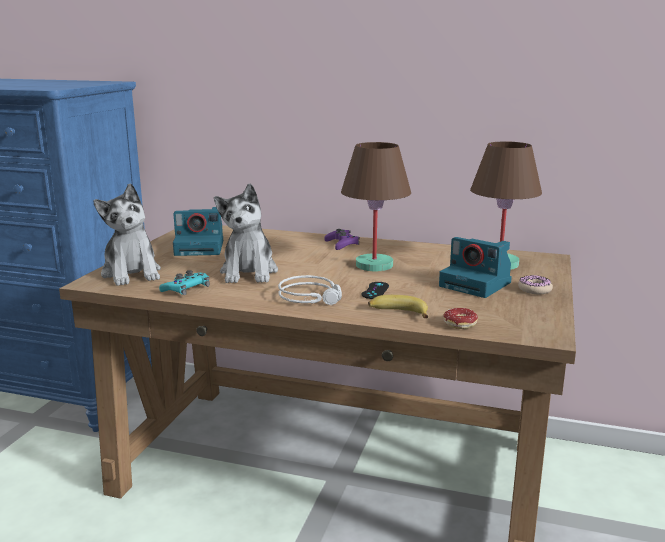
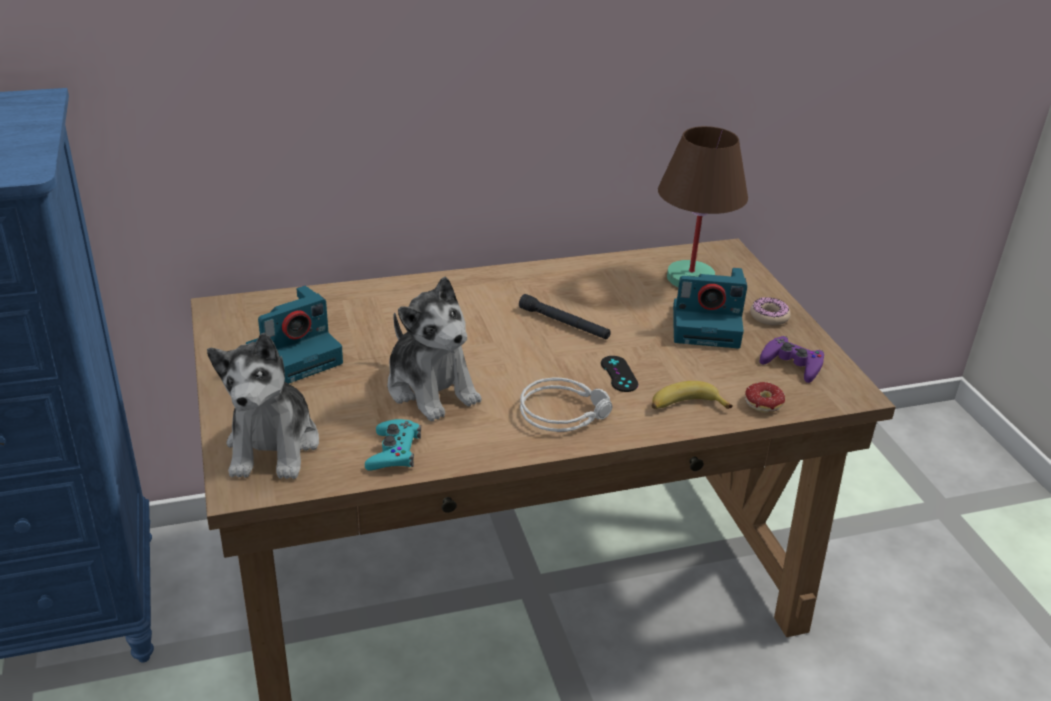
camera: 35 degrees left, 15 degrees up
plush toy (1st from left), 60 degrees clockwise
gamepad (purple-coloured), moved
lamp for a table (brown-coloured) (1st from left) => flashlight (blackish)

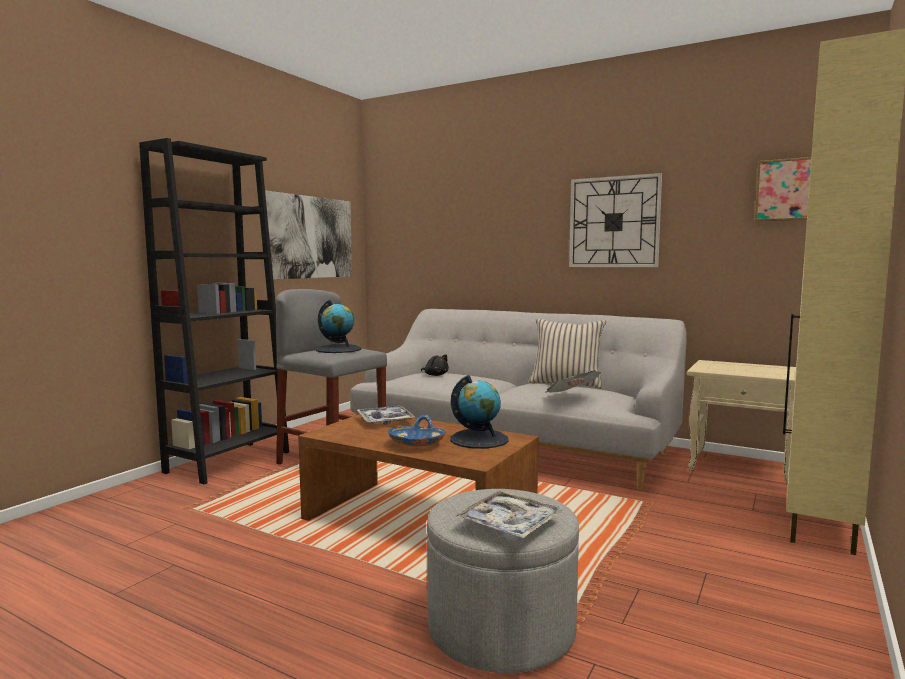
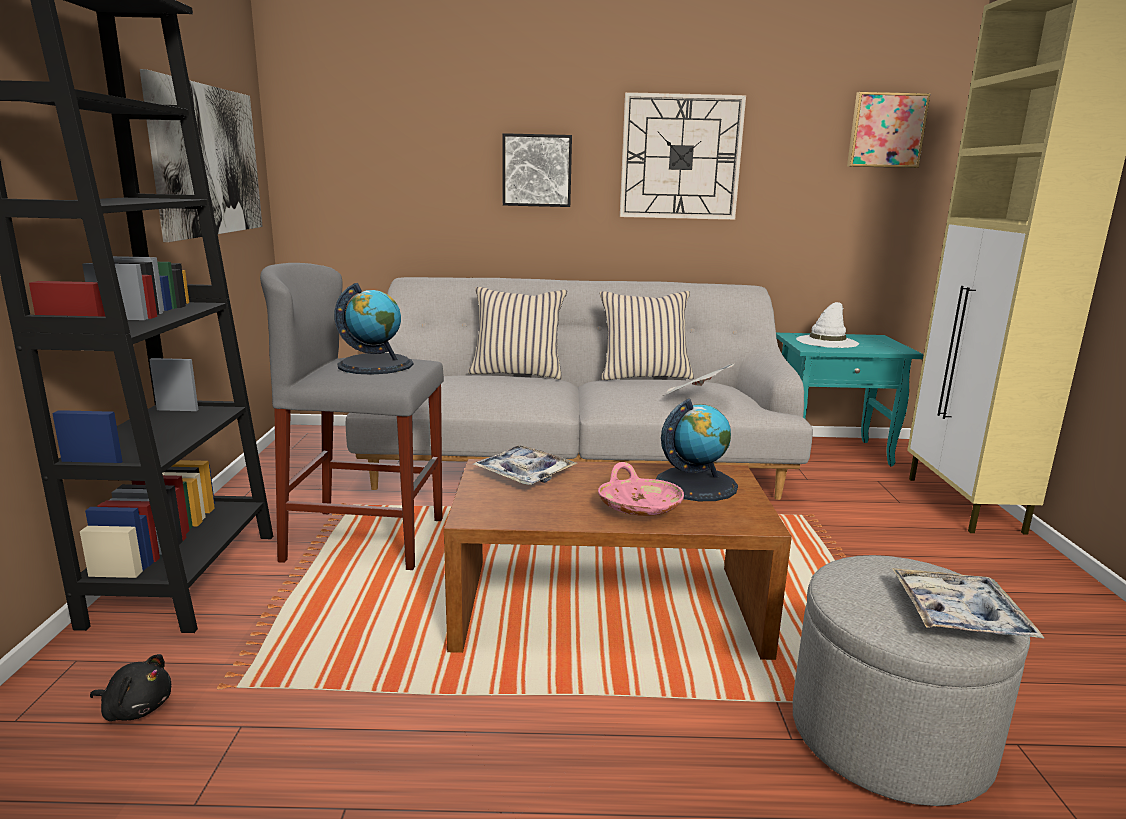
camera: 30 degrees left, 10 degrees up
deep dish (bluish) => deep dish (pink-coloured)
plush toy (blackish), moved
end table (sand-coloured) => end table (turquoise-coloured)
nothing => cushion (sand-coloured) (1st from left)
nothing => wall picture (2nd from left)
nothing => clothing hat (whitish)

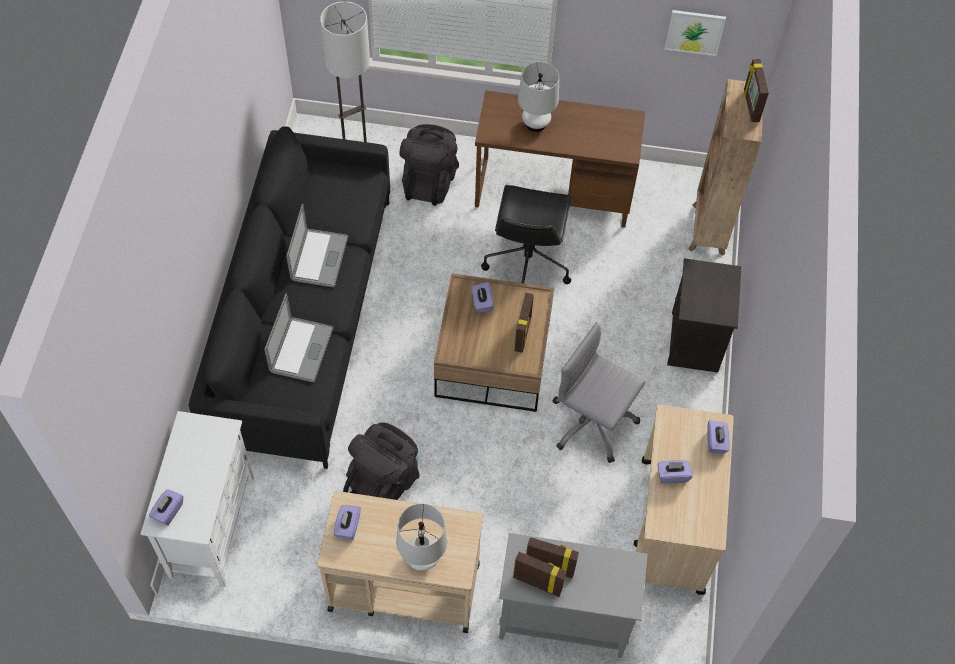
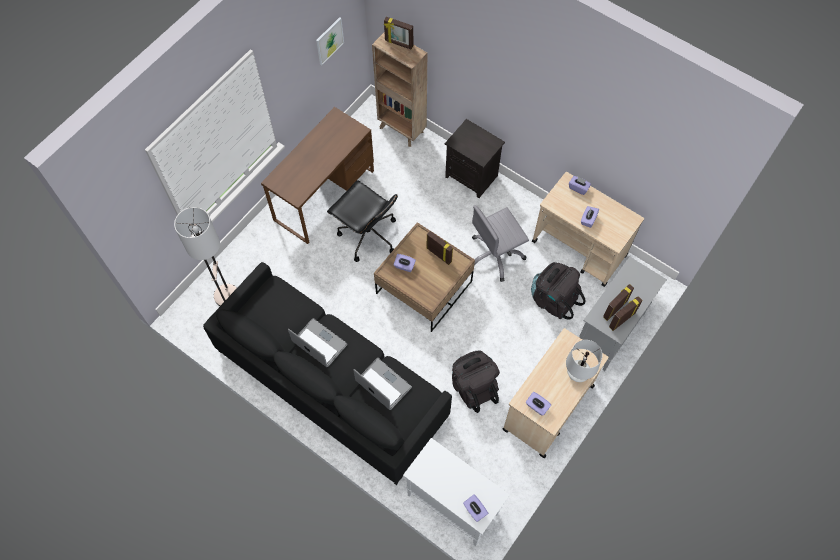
camera: 60 degrees left, 5 degrees up
knapsack (blackish) (2nd from left), moved
lamp for a table (whitish) (2nd from left) => nothing

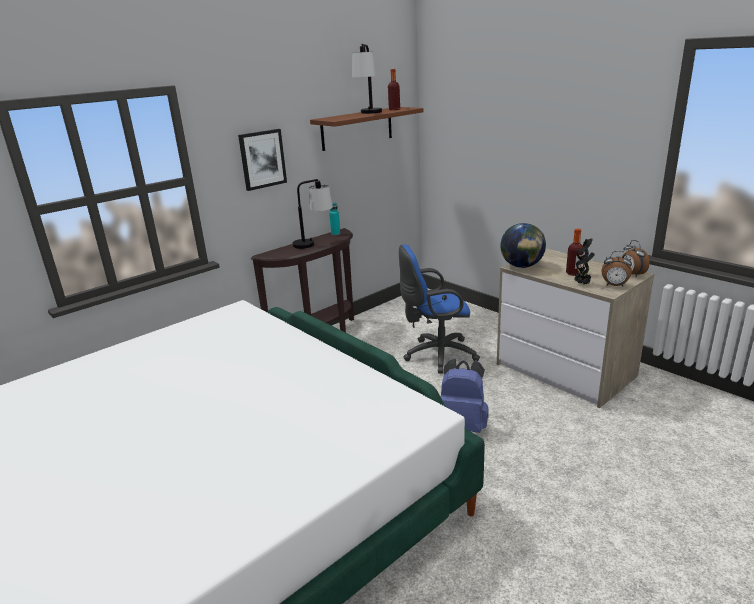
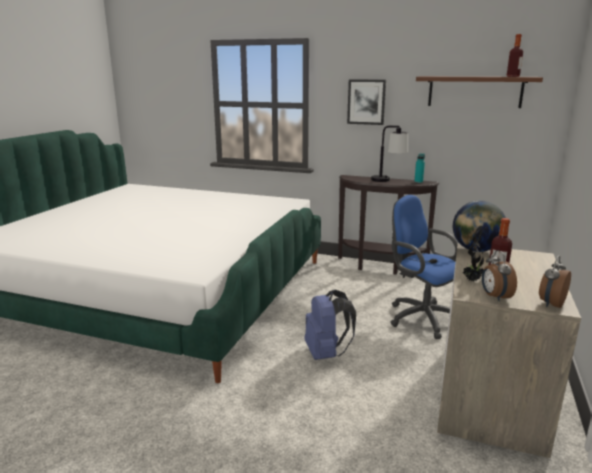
camera: 60 degrees right, 5 degrees down
lamp for a table (2nd from left) => nothing

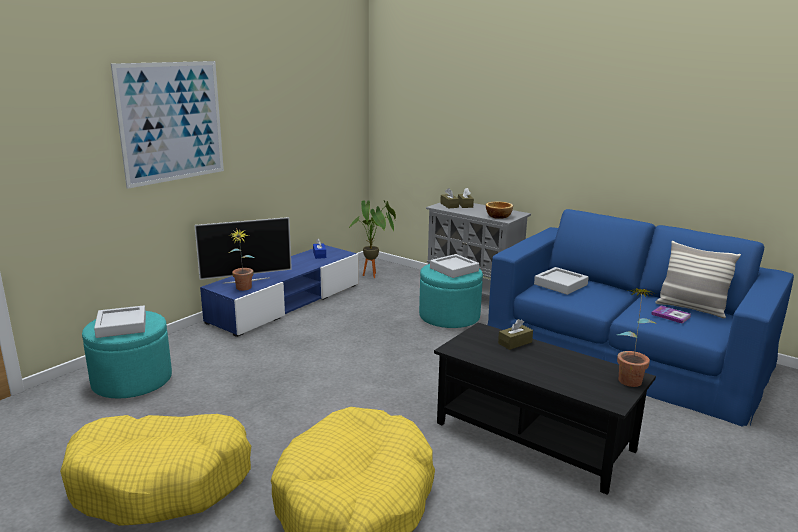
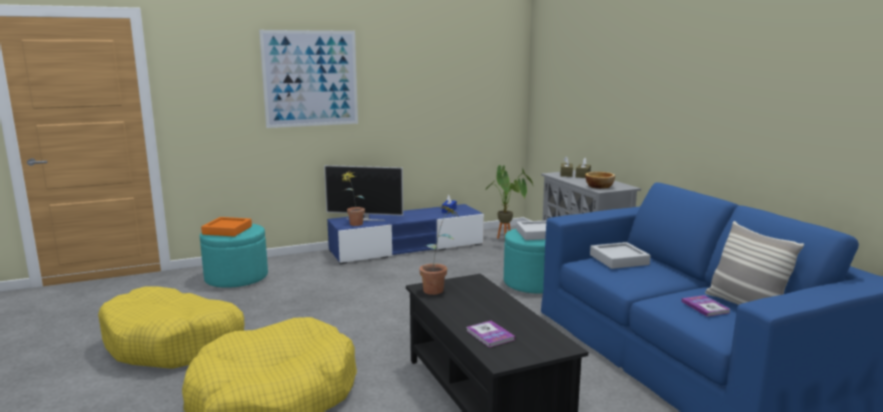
camera: 30 degrees right, 5 degrees down
serving tray (grey) (1st from left) => serving tray (orange-coloured)
tissue holder (brown-coloured) (3rd from left) => nothing
plant in a pot (3rd from left in the first image) => plant in a pot (2nd from left), moved
nothing => book (1st from left)

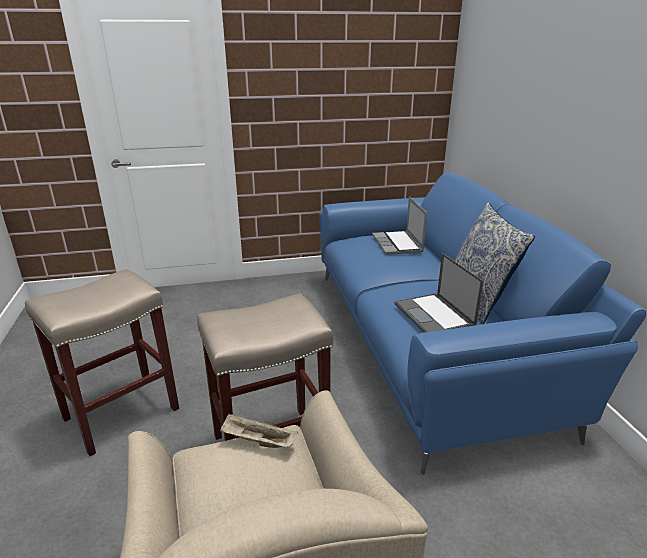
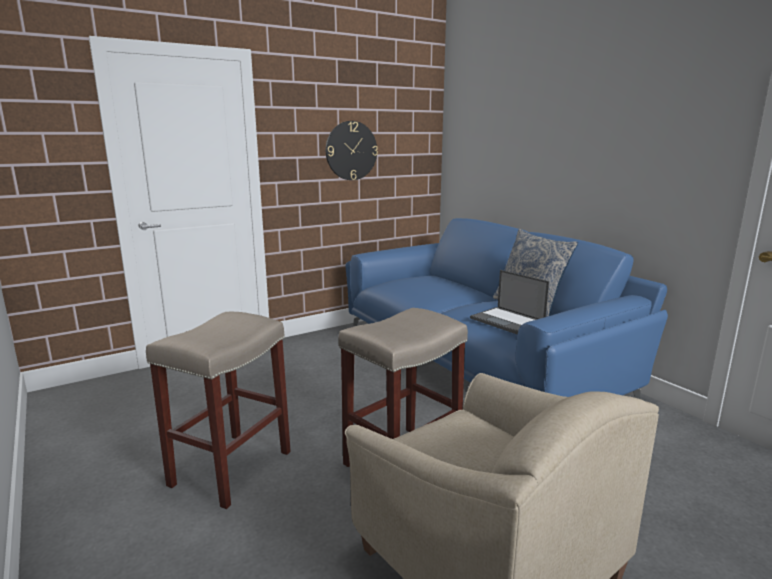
camera: 20 degrees left, 10 degrees down
serving tray (sand-coloured) => nothing
portable computer (1st from left) => nothing
nothing => wall clock

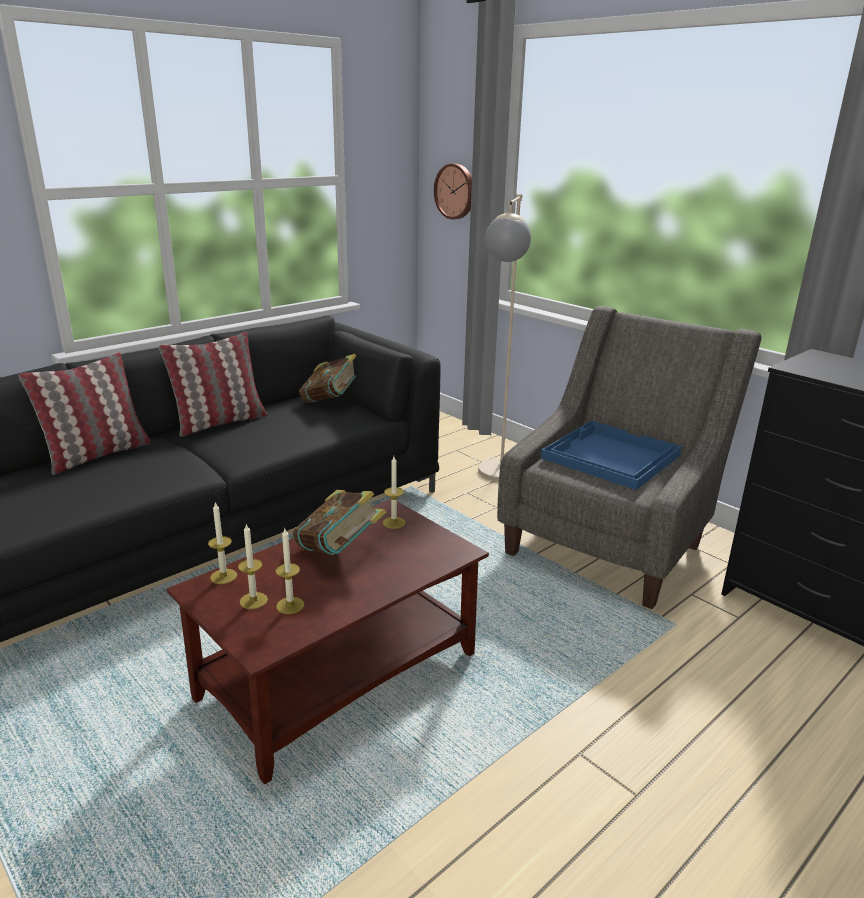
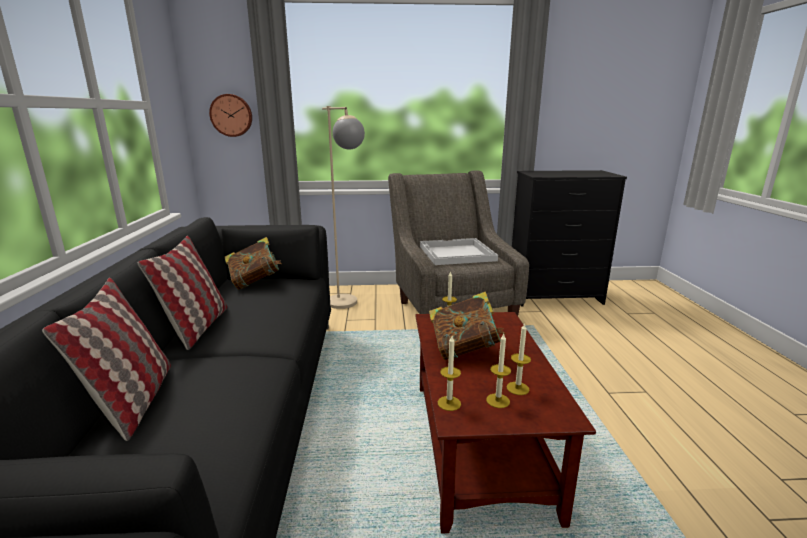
camera: 50 degrees left, 5 degrees down
serving tray (bluish) => serving tray (whitish)

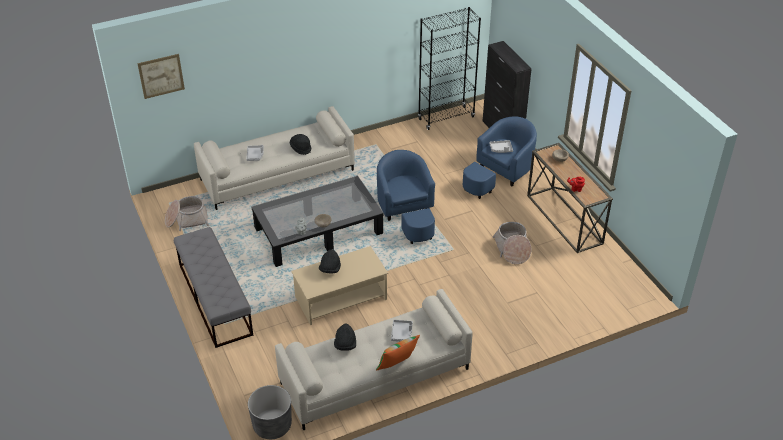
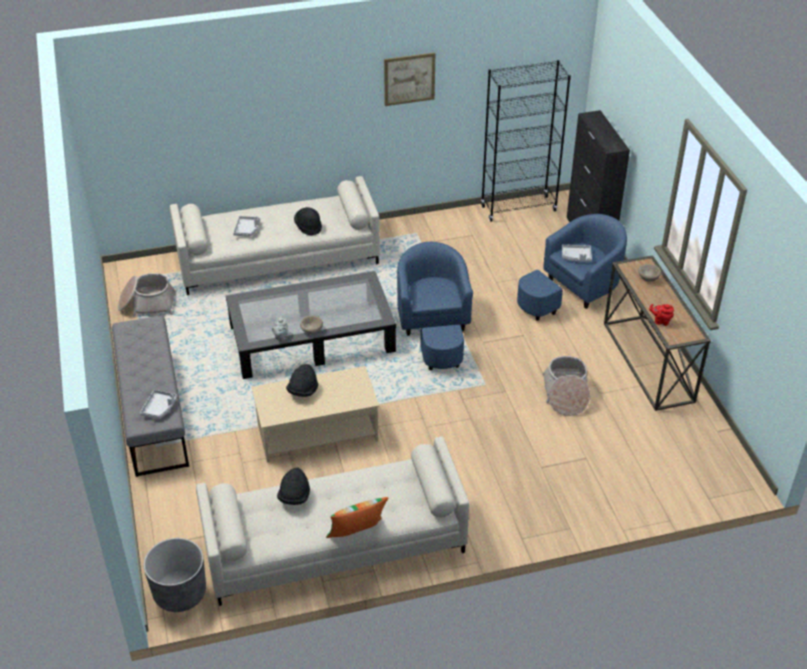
camera: 10 degrees right, 0 degrees up
wall picture, moved
serving tray (grey) (2nd from left in the first image) => serving tray (grey) (1st from left), moved

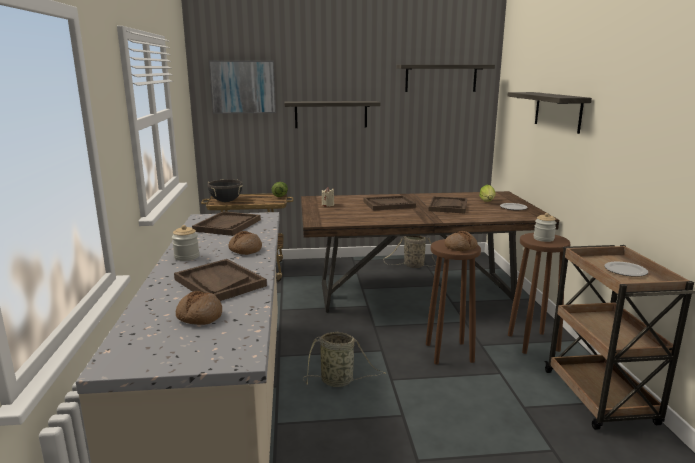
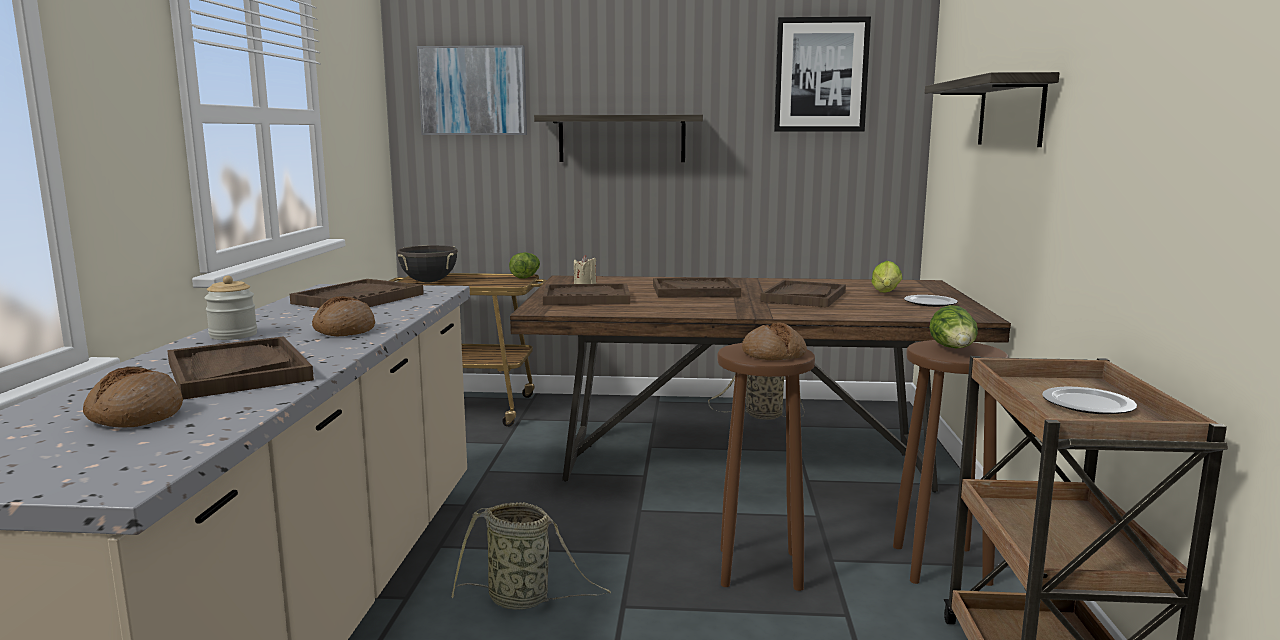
camera: 10 degrees right, 5 degrees down
bracket shelf (2nd from left) => wall picture (2nd from left)
jar (2nd from left) => lettuce (3rd from left)
nothing => serving tray (brown-coloured) (3rd from left)

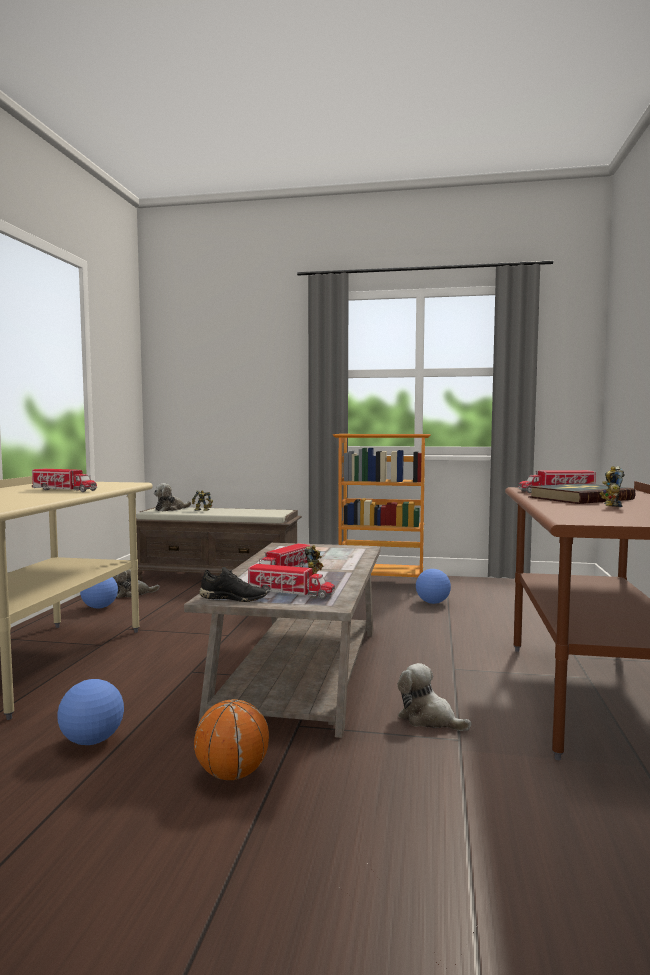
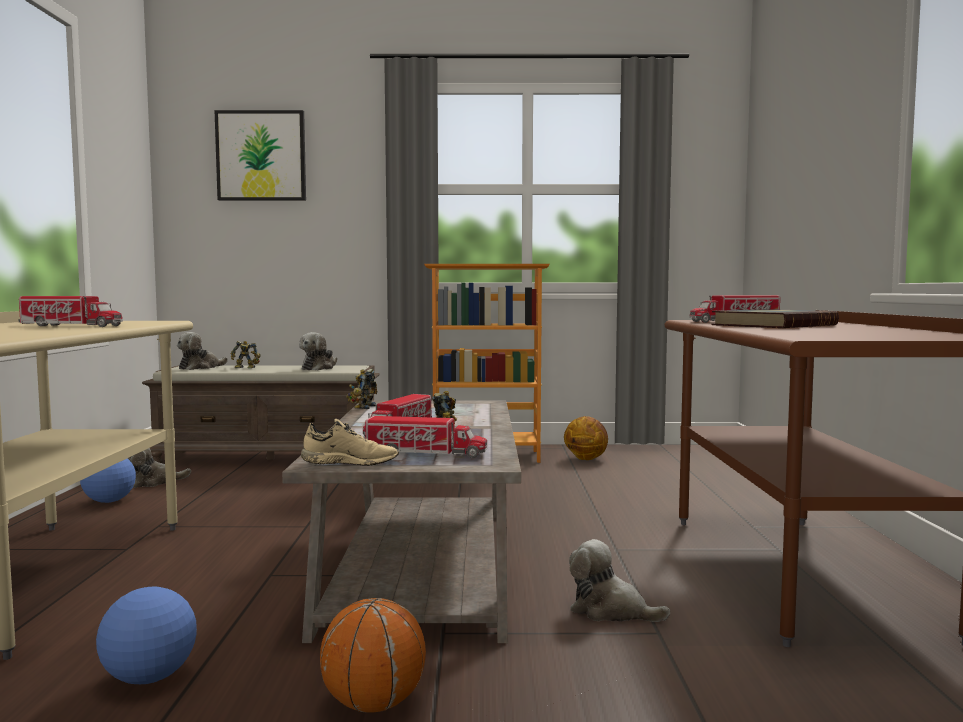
camera: 10 degrees left, 0 degrees up
shoe (blackish) => shoe (sand-coloured)
ball for football (3rd from left) => nothing
model robot (3rd from left in the first image) => model robot (2nd from left), moved
nothing => wall picture
nothing => plush toy (3rd from left)
nothing => basketball ball (2nd from left)

